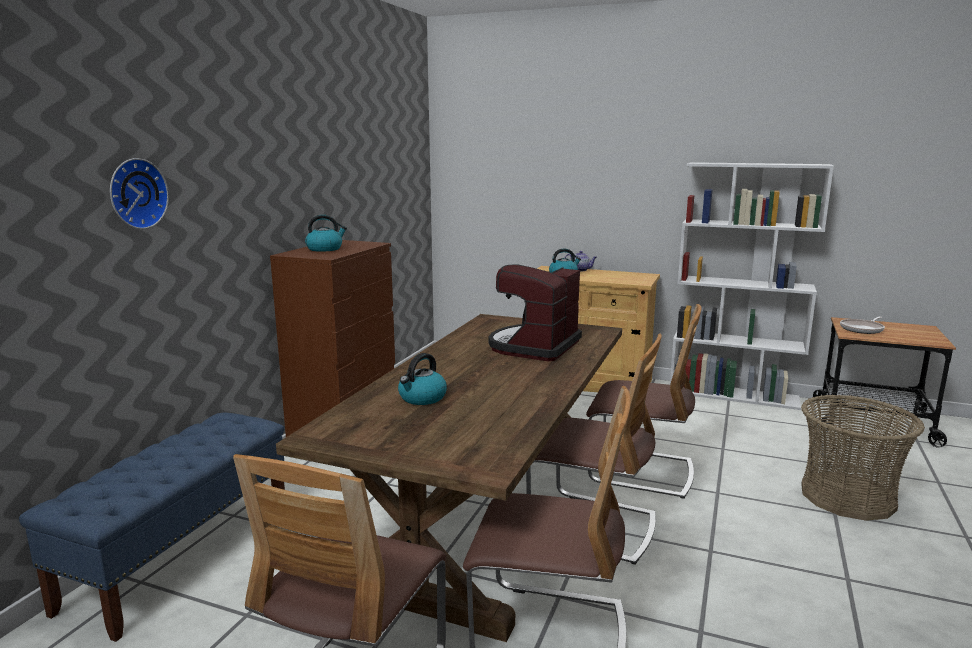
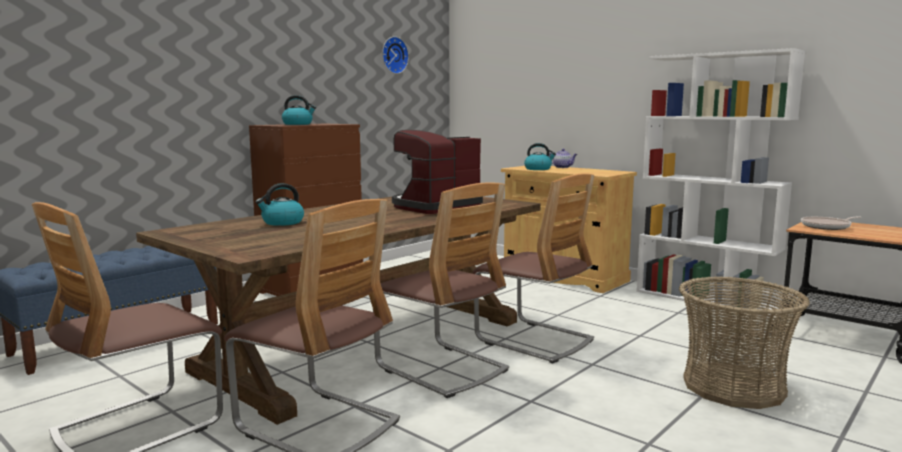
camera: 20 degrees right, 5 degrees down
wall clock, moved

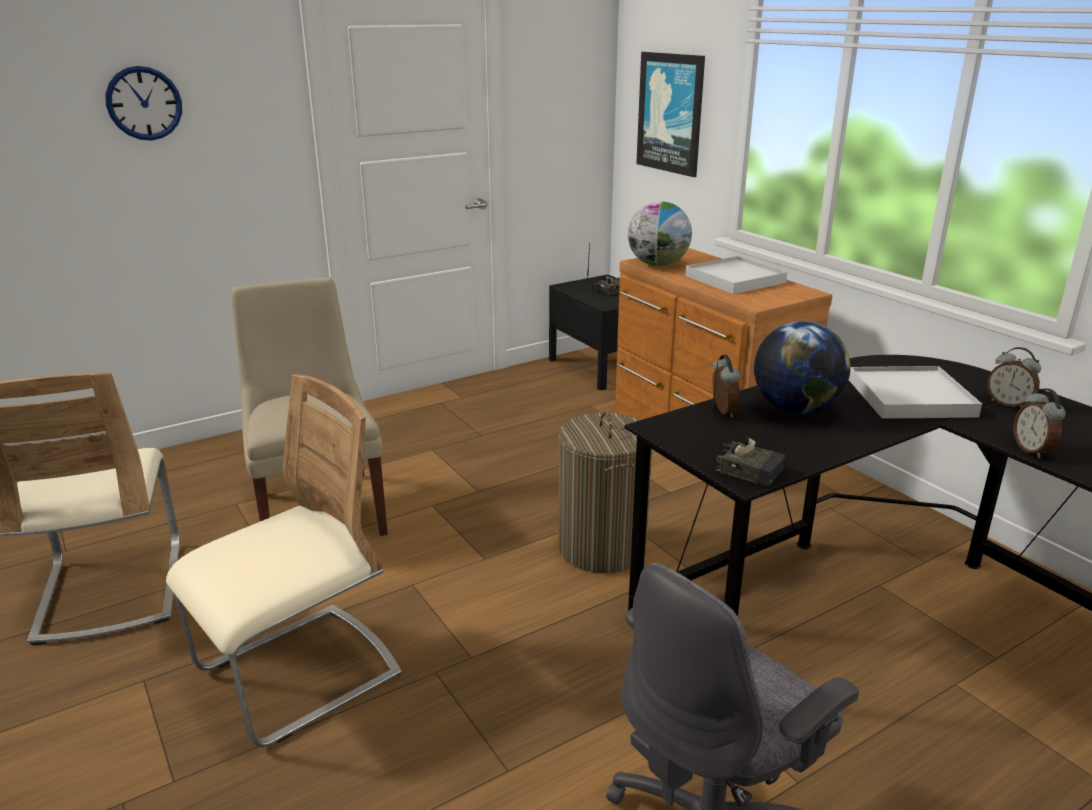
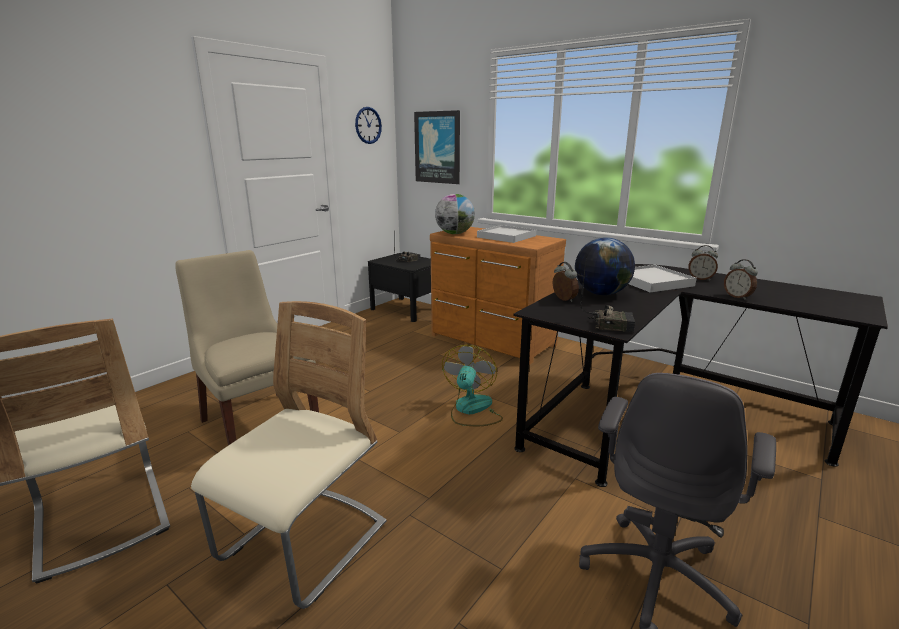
camera: 20 degrees left, 5 degrees down
wall clock, moved
laundry basket => electric fan

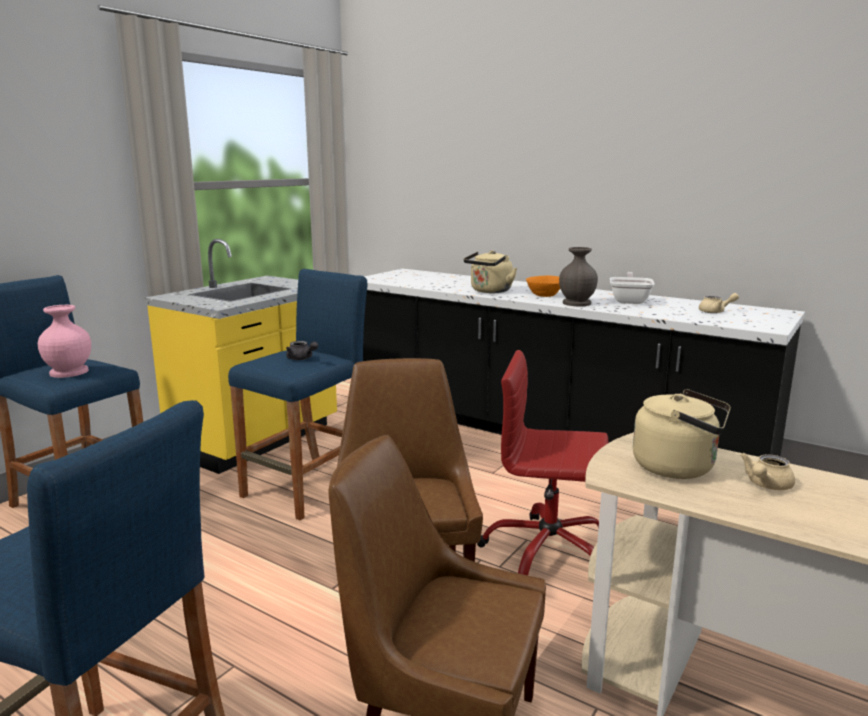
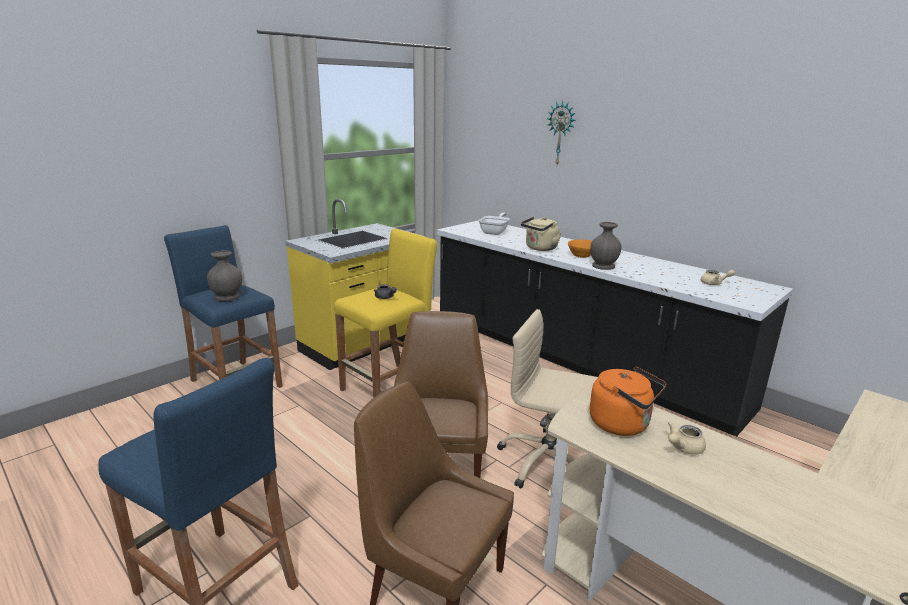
camera: 10 degrees right, 5 degrees up
decorative vase (pink-coloured) => decorative vase (grey) (1st from left)
sitting stool (bluish) (3rd from left) => sitting stool (yellow-coloured)
desk chair (reddish) => desk chair (sand-coloured)
frying pan, moved
water kettle (sand-coloured) (2nd from left) => water kettle (orange-coloured)
nothing => wall clock

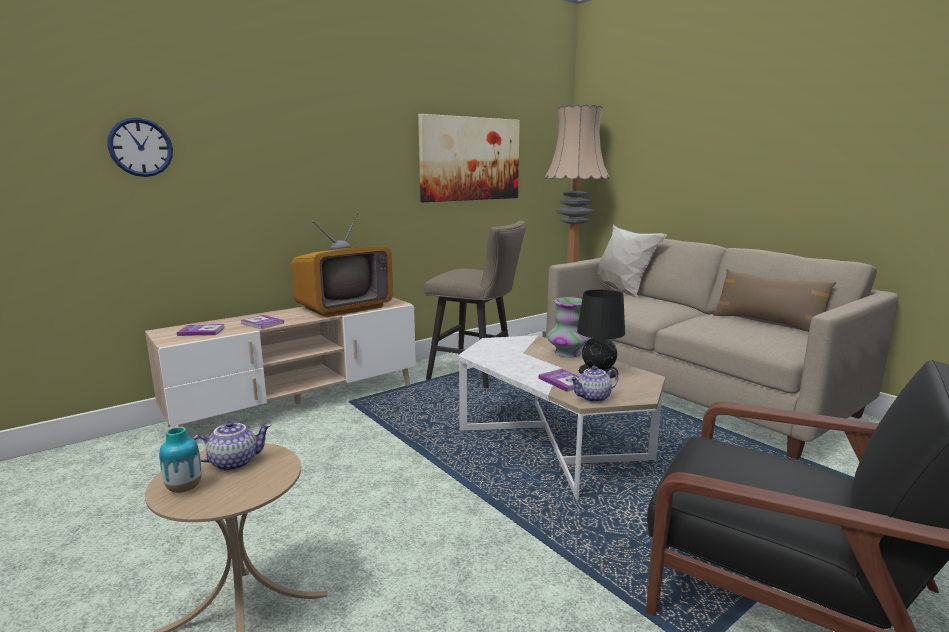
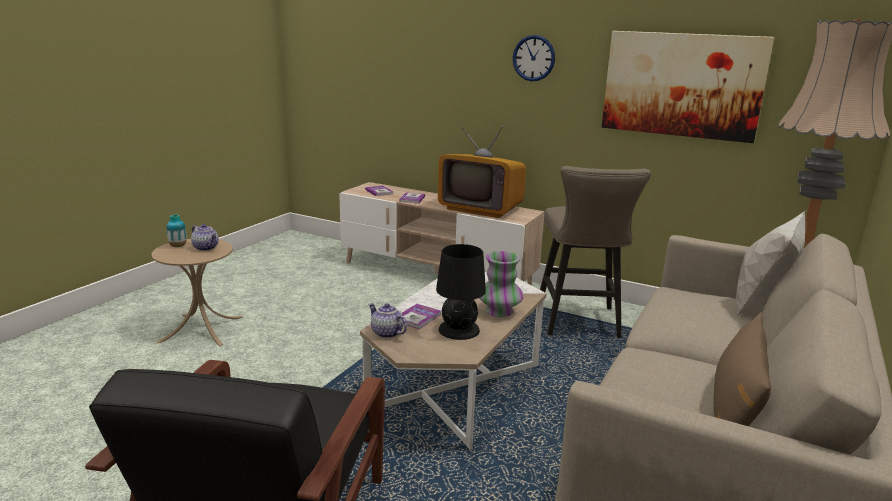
camera: 65 degrees right, 5 degrees up
wall clock, moved

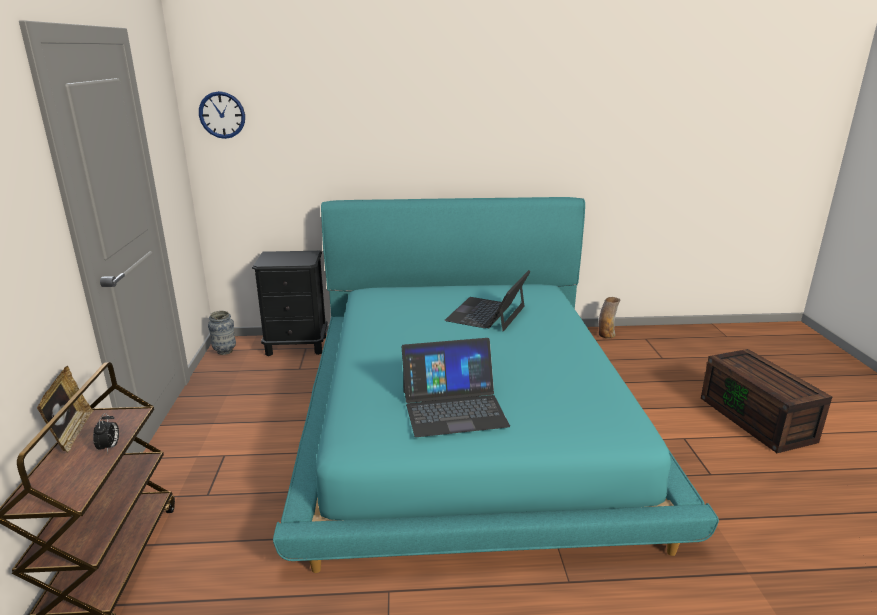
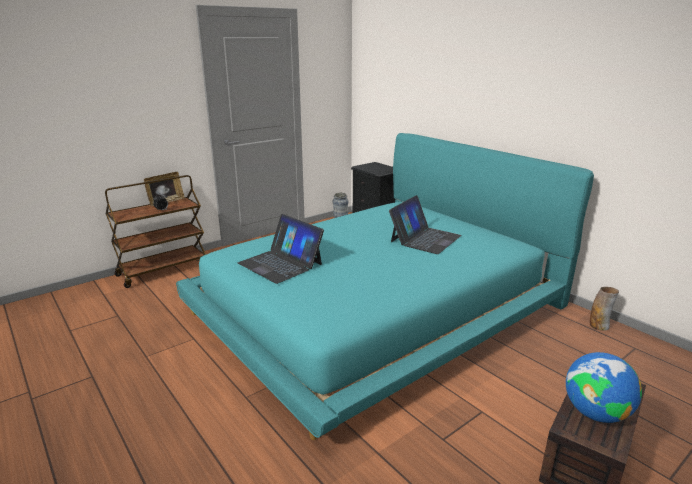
camera: 55 degrees right, 0 degrees up
wall clock => nothing
portable computer (2nd from left), 135 degrees clockwise
nothing => globe

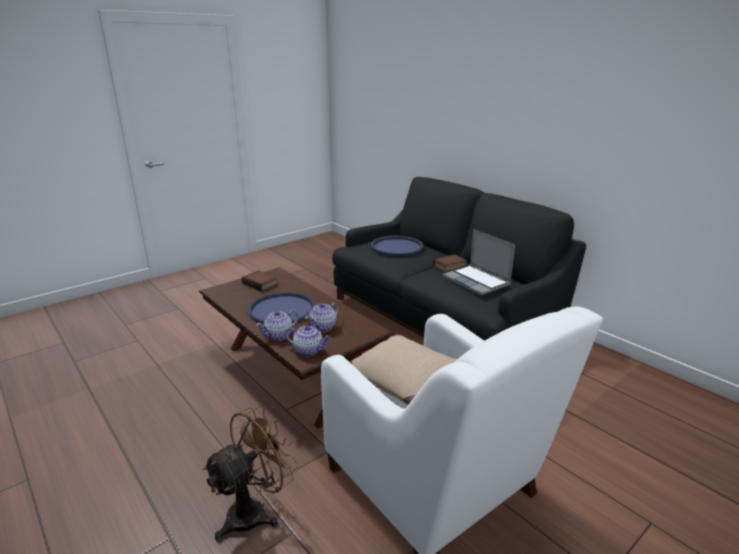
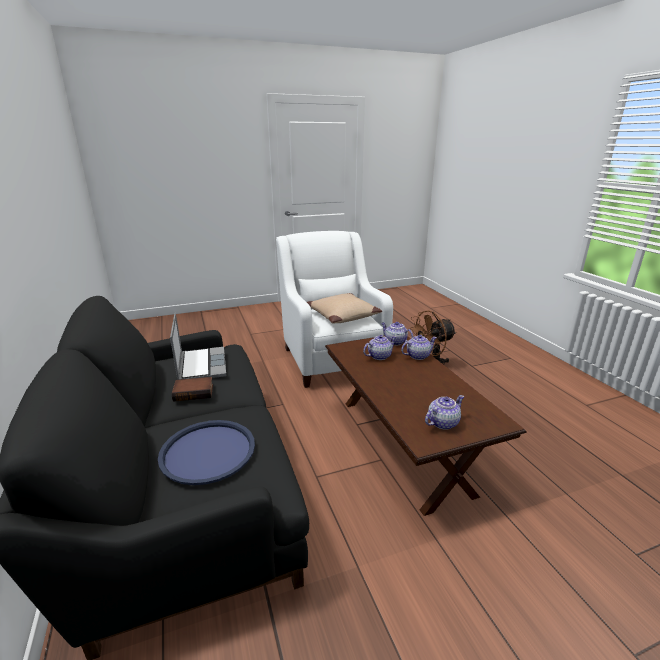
camera: 160 degrees left, 0 degrees up
book (1st from left) => teapot (4th from left)
serving tray (bluish) (1st from left) => nothing

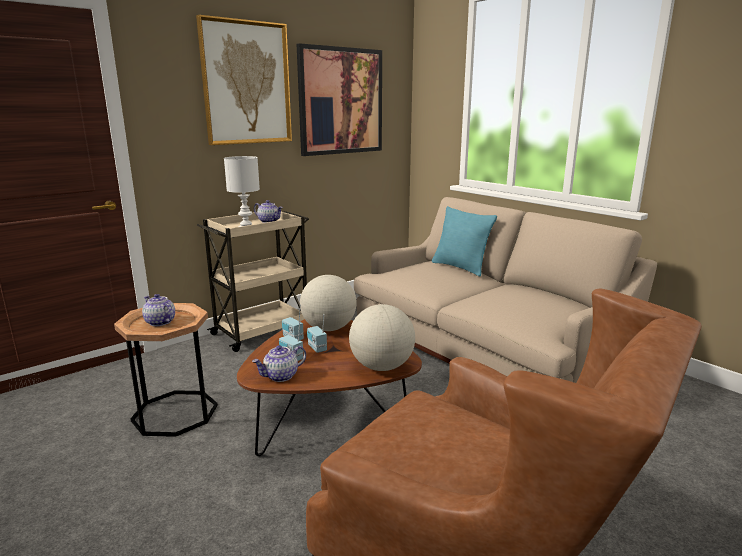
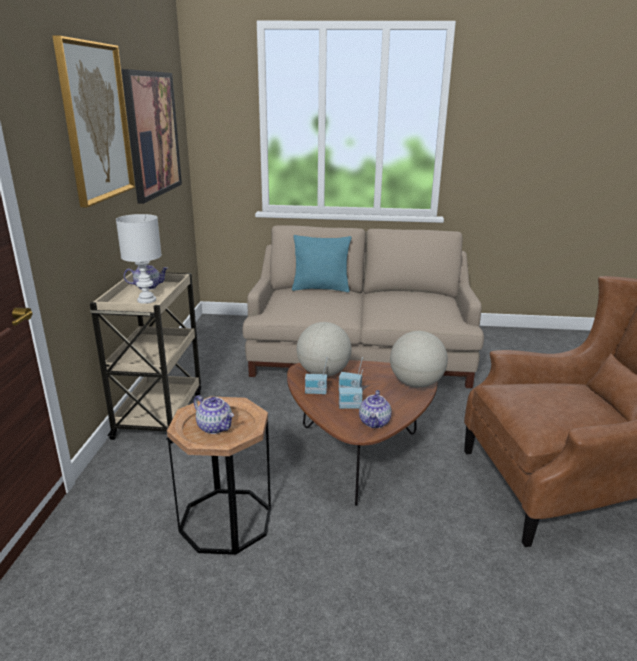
camera: 45 degrees left, 5 degrees up
teapot (1st from left in the first image) => teapot (2nd from left), 135 degrees counterclockwise

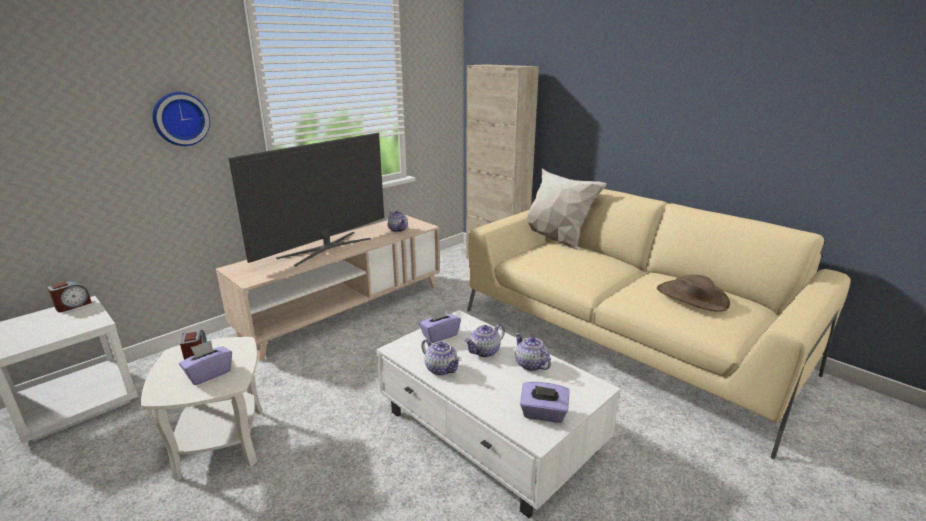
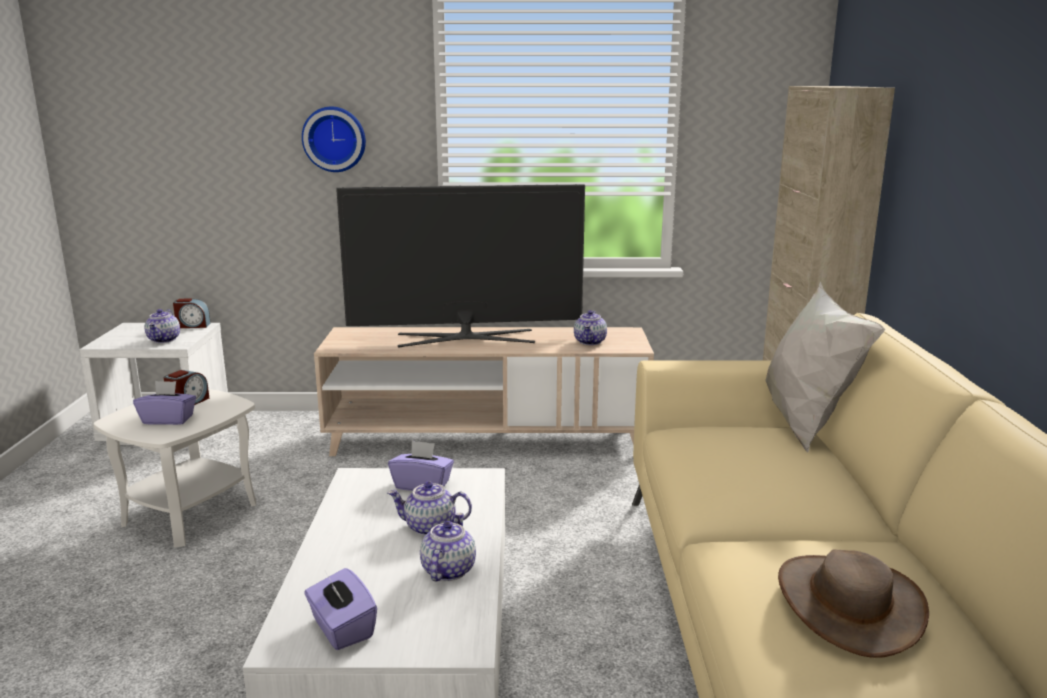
camera: 45 degrees right, 5 degrees down
teapot (2nd from left in the first image) => teapot (1st from left), moved

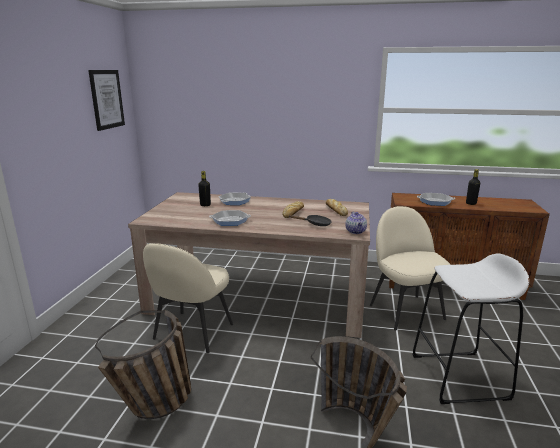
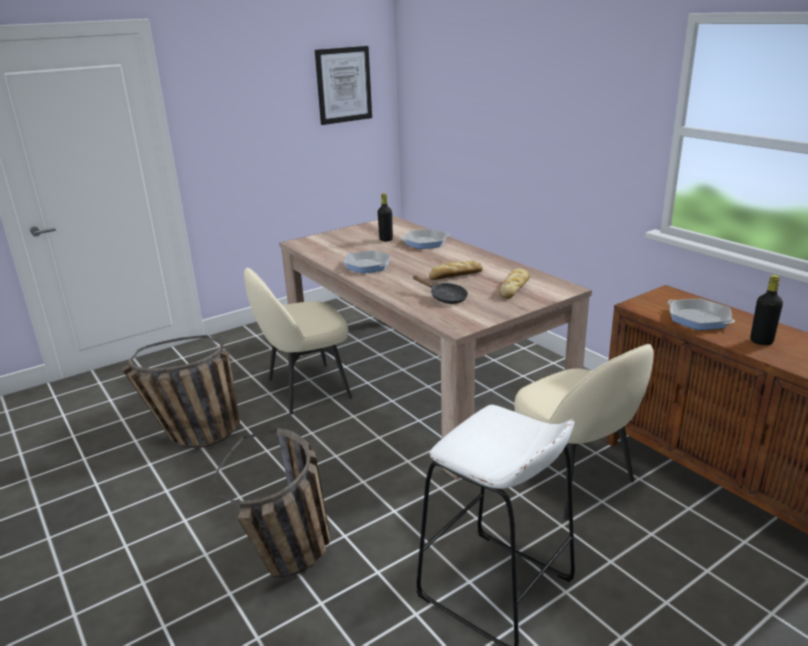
camera: 45 degrees right, 5 degrees up
teapot => nothing
upright chair (sand-coloured) (2nd from left), 120 degrees clockwise

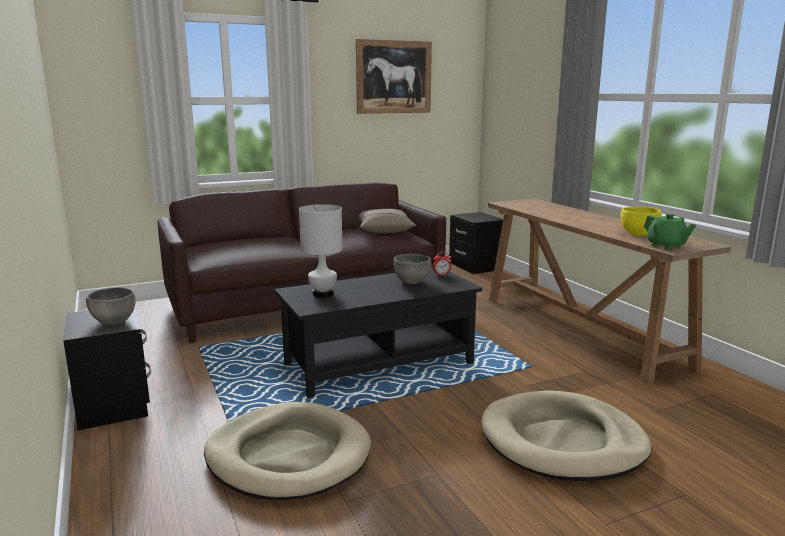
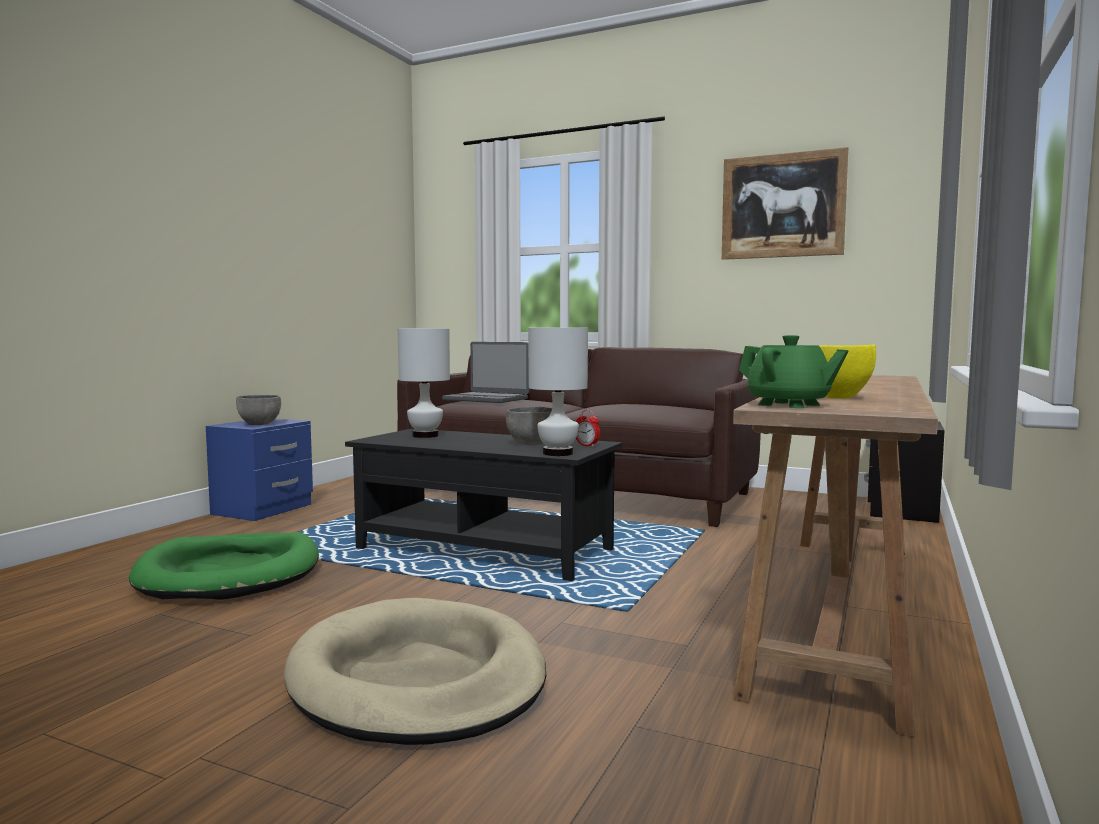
camera: 50 degrees right, 10 degrees down
night table (blackish) (1st from left) => night table (bluish)
dog cushion (sand-coloured) (1st from left) => dog cushion (green-coloured)
cushion (sand-coloured) => nothing
teapot (green-coloured), 60 degrees counterclockwise
nothing => portable computer
nothing => lamp for a table (whitish) (2nd from left)

